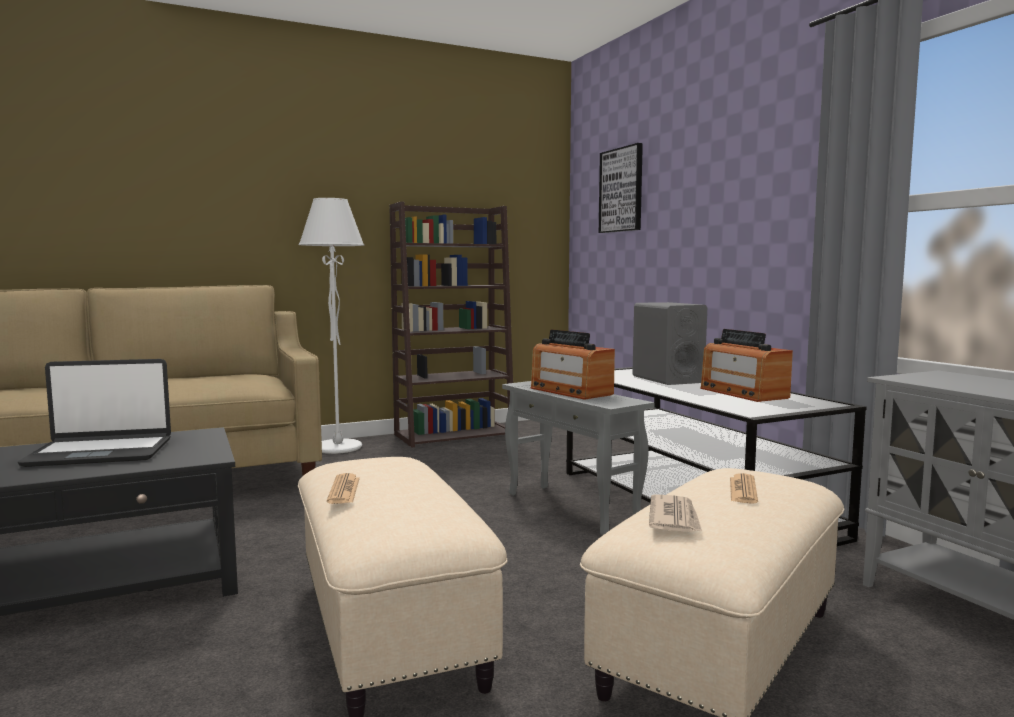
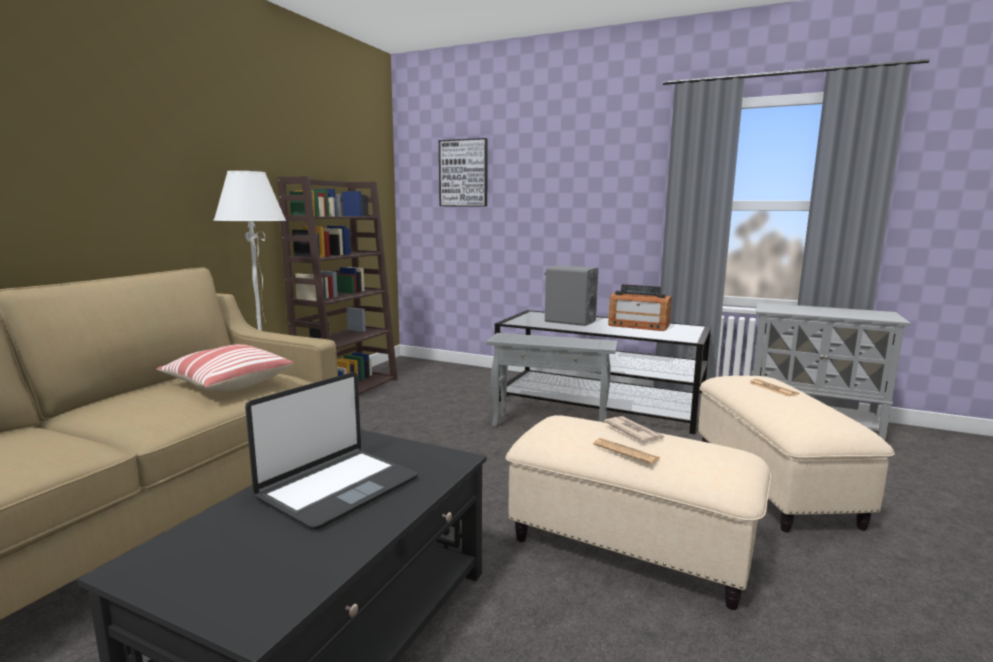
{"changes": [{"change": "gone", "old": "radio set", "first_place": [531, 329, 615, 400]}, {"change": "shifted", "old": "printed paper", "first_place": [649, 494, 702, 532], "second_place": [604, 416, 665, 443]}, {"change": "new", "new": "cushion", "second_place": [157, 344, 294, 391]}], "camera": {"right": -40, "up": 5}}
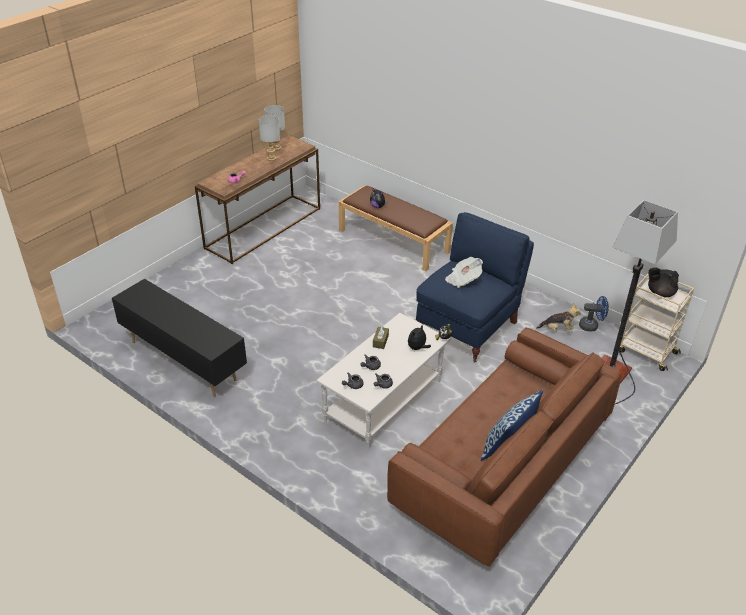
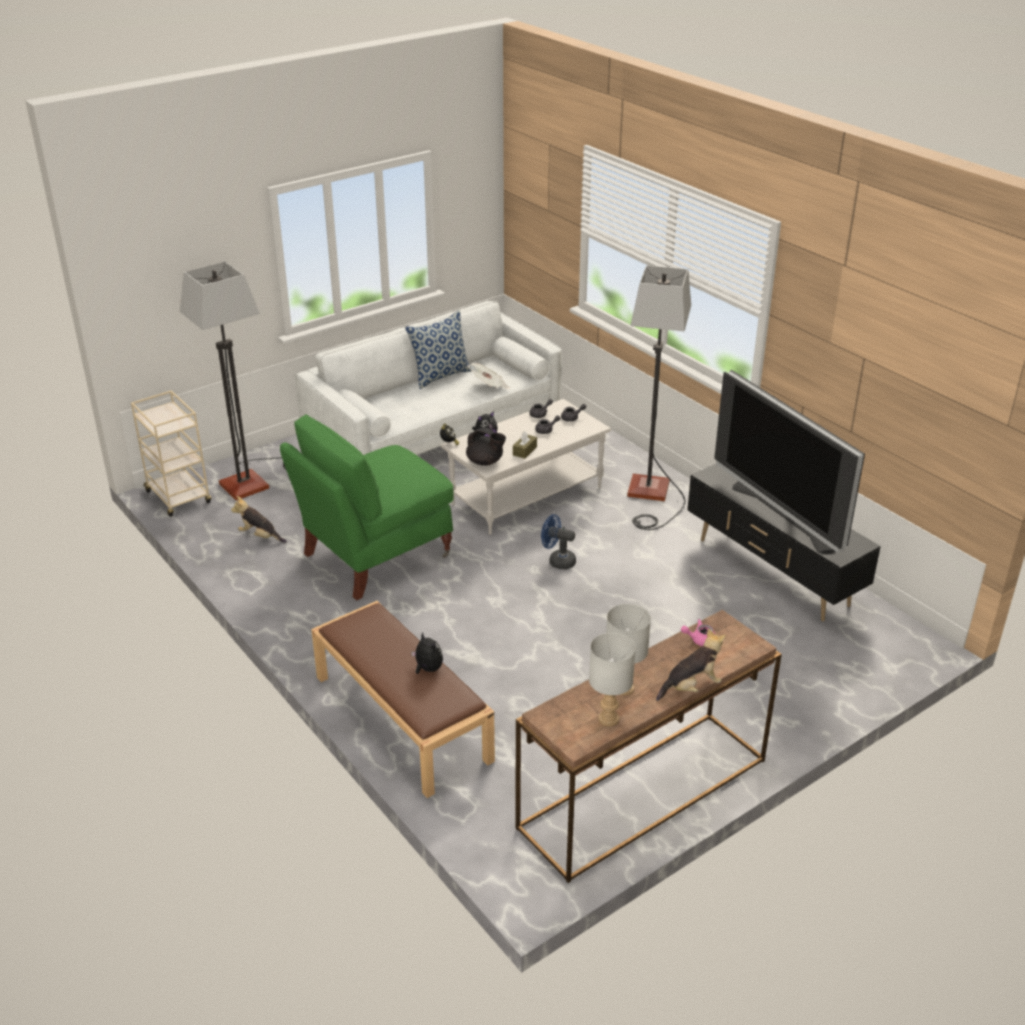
{"changes": [{"change": "repainted", "old": "brownish settee", "new": "white settee", "first_place": [387, 327, 622, 567], "second_place": [295, 301, 563, 455]}, {"change": "repainted", "old": "blue lounge chair", "new": "green lounge chair", "first_place": [416, 212, 534, 362], "second_place": [280, 414, 454, 601]}, {"change": "shifted", "old": "printed paper", "first_place": [445, 257, 483, 288], "second_place": [467, 363, 510, 389]}, {"change": "shifted", "old": "blue electric fan", "first_place": [579, 296, 609, 332], "second_place": [541, 514, 576, 569]}, {"change": "shifted", "old": "black-coloured tea pot", "first_place": [648, 267, 679, 297], "second_place": [466, 427, 506, 466]}, {"change": "new", "new": "standard lamp", "second_place": [627, 265, 691, 530]}, {"change": "new", "new": "cuddly toy", "second_place": [656, 628, 726, 701]}, {"change": "new", "new": "TV", "second_place": [714, 370, 865, 553]}], "camera": {"right": -165, "up": -5}}
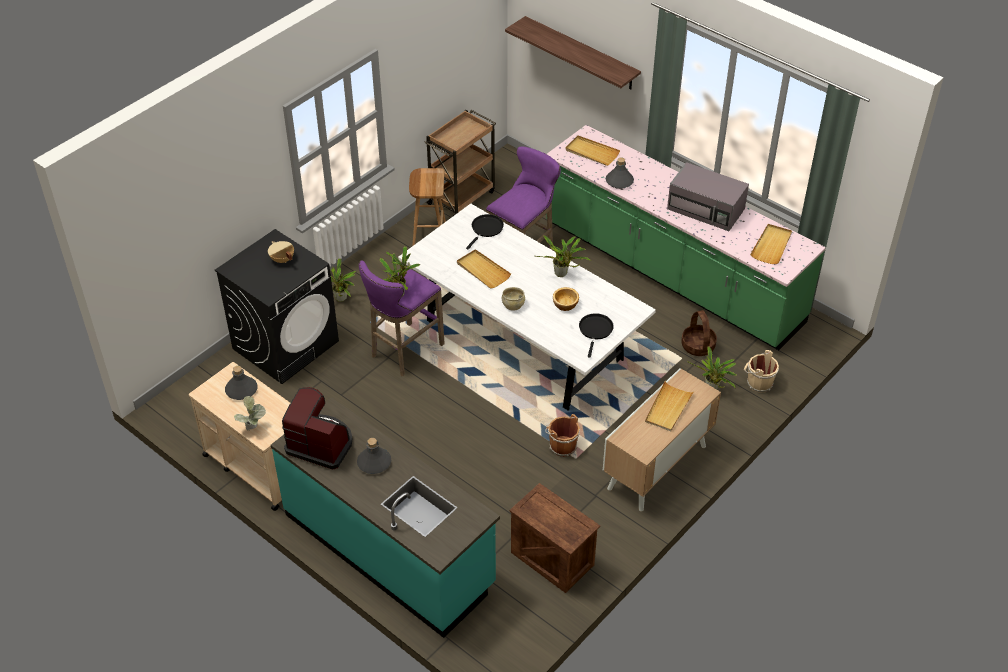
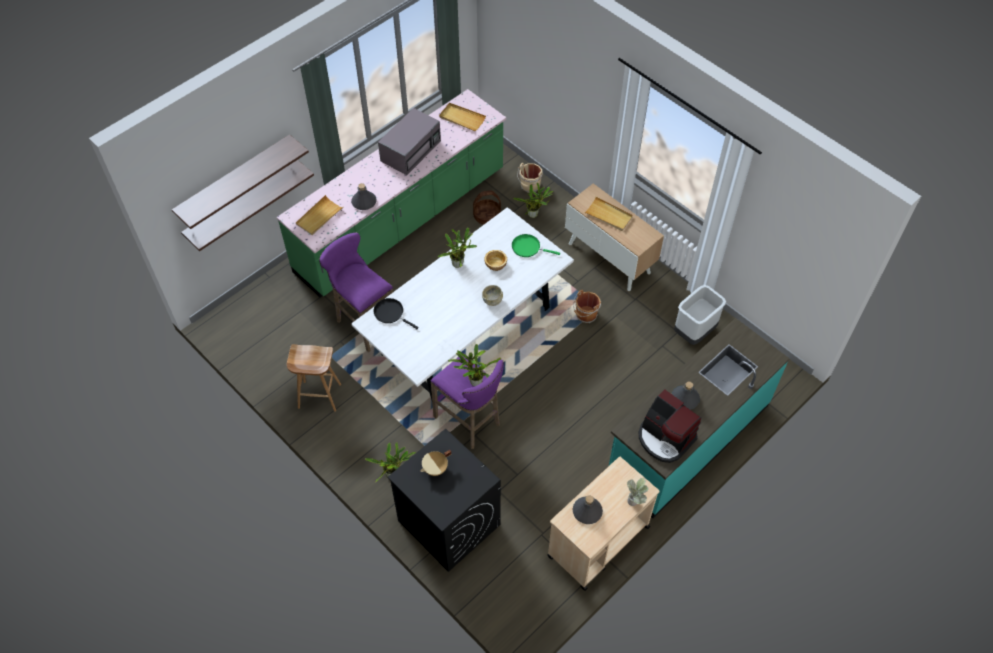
{"changes": [{"change": "rotated", "old": "coffee brewer", "first_place": [282, 387, 352, 470], "second_place": [639, 390, 701, 463], "degrees": -75}, {"change": "gone", "old": "brownish wheeled cart", "first_place": [424, 110, 496, 215]}, {"change": "gone", "old": "beige tray", "first_place": [457, 249, 511, 289]}, {"change": "swapped", "old": "shipping crate", "new": "greyish trash can", "first_place": [509, 483, 600, 593], "second_place": [674, 285, 726, 345]}, {"change": "repainted", "old": "black-coloured pan", "new": "green pan", "first_place": [579, 313, 614, 358], "second_place": [512, 234, 560, 257]}, {"change": "new", "new": "wall shelf", "second_place": [181, 160, 314, 251]}], "camera": {"right": -85, "up": 10}}
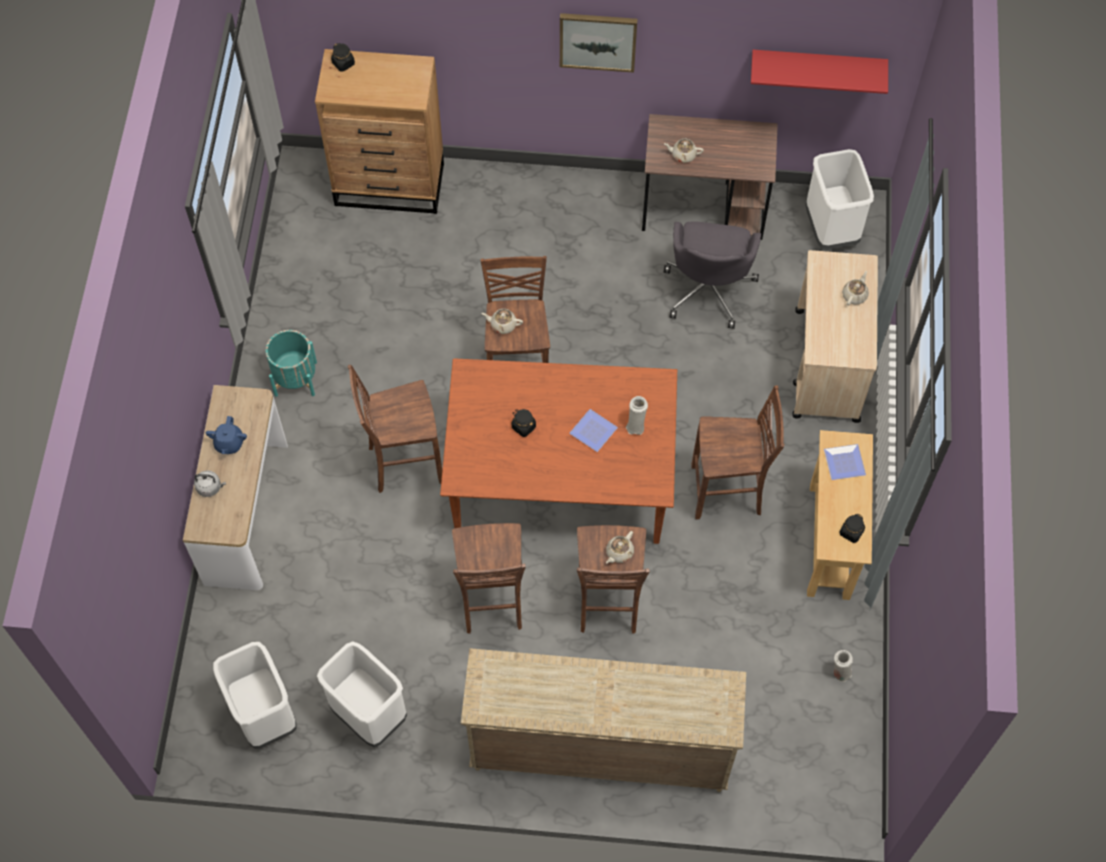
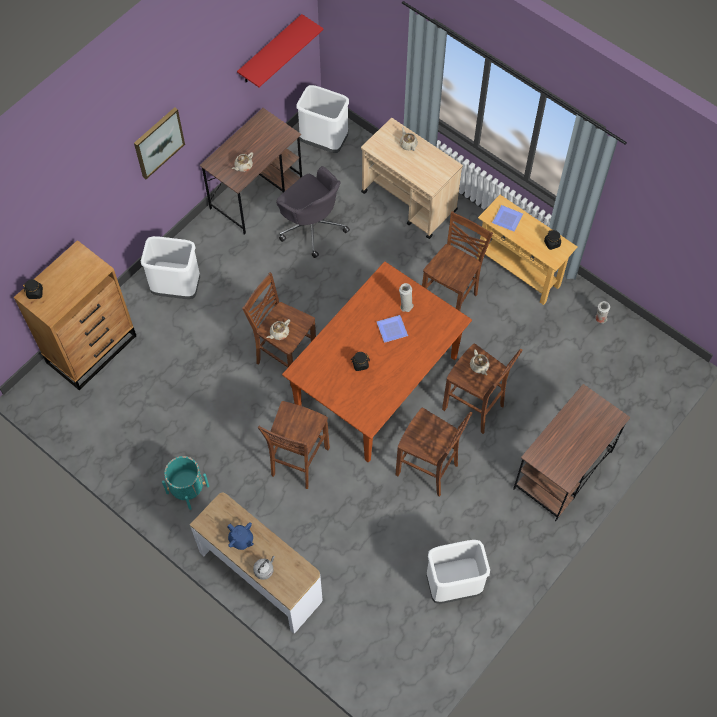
{"changes": [{"change": "shifted", "old": "white trash can", "first_place": [213, 642, 296, 749], "second_place": [141, 236, 200, 299]}, {"change": "swapped", "old": "beige drawer chest", "new": "brownish desk table", "first_place": [461, 648, 746, 792], "second_place": [513, 384, 631, 521]}], "camera": {"right": -55, "up": 0}}
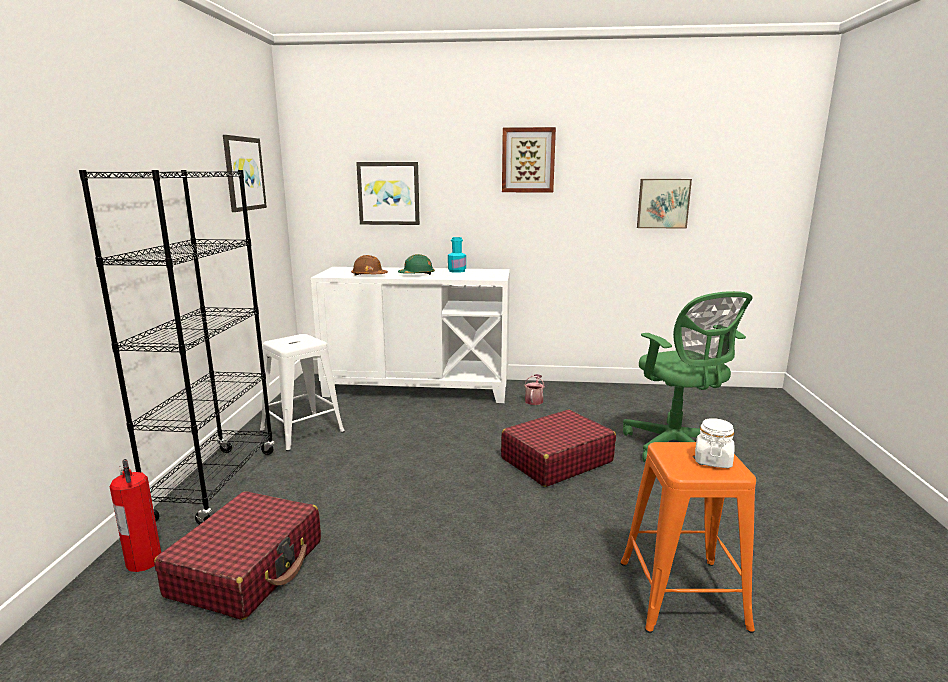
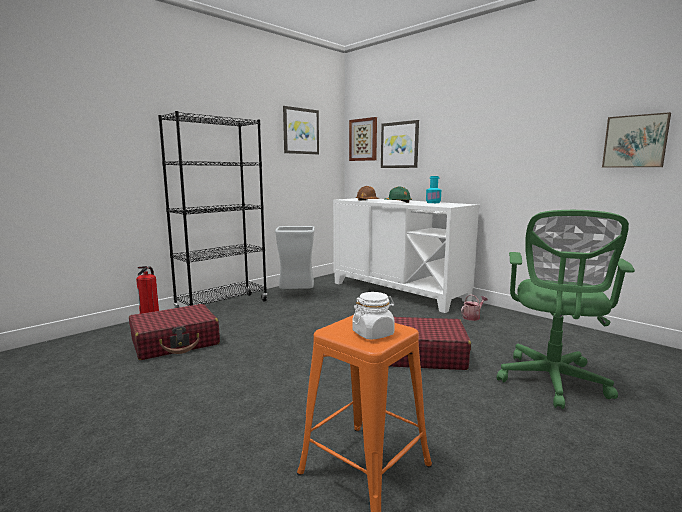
{"changes": [{"change": "swapped", "old": "white stool", "new": "greyish trash can", "first_place": [260, 334, 345, 451], "second_place": [275, 226, 315, 289]}, {"change": "shifted", "old": "wall picture", "first_place": [502, 127, 556, 192], "second_place": [349, 117, 377, 161]}], "camera": {"right": 40, "up": -5}}
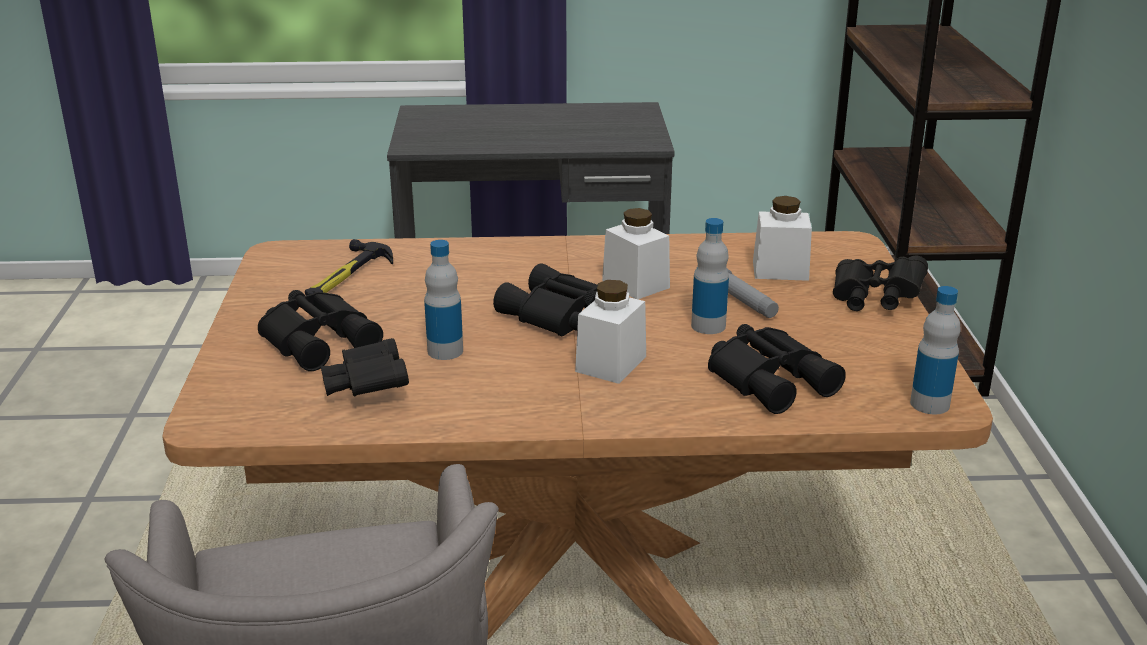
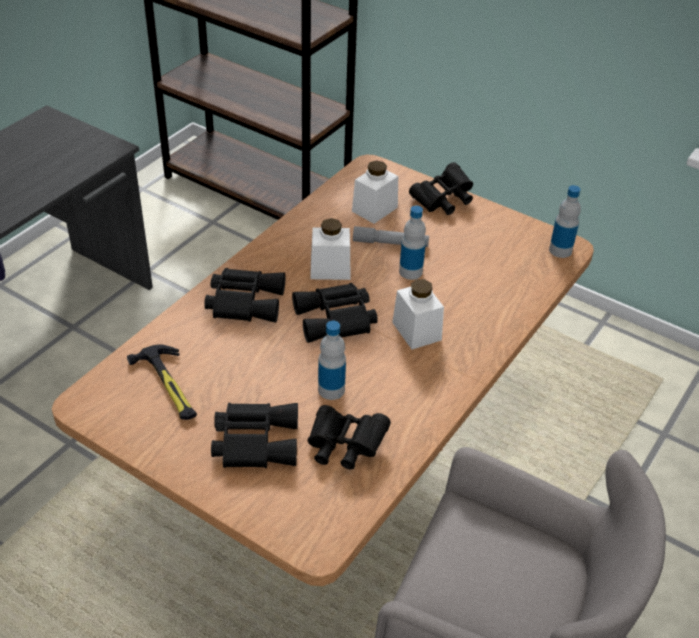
{"changes": [{"change": "shifted", "old": "black-coloured field glasses", "first_place": [708, 324, 846, 414], "second_place": [204, 268, 285, 322]}], "camera": {"right": -55, "up": 15}}
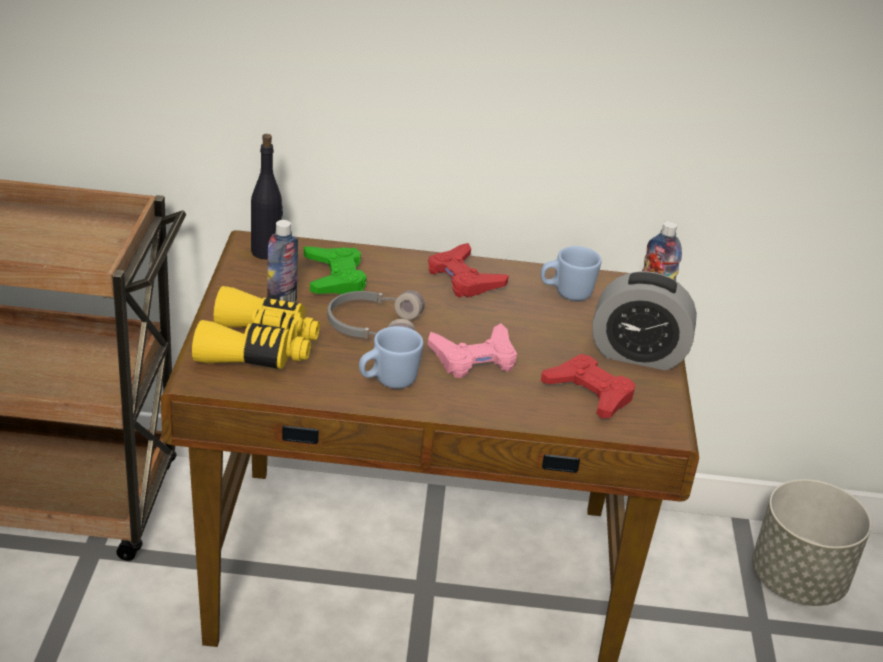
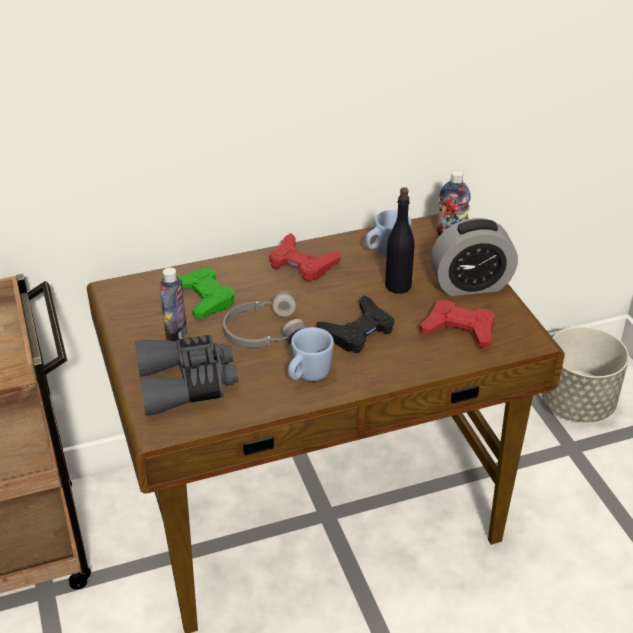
{"changes": [{"change": "repainted", "old": "yellow field glasses", "new": "greyish field glasses", "first_place": [192, 286, 320, 369], "second_place": [135, 335, 238, 416]}, {"change": "shifted", "old": "black-coloured drink bottle", "first_place": [251, 134, 283, 259], "second_place": [385, 187, 414, 294]}, {"change": "repainted", "old": "pinkish joypad", "new": "black-coloured joypad", "first_place": [428, 323, 517, 378], "second_place": [317, 295, 394, 353]}], "camera": {"right": -20, "up": 5}}
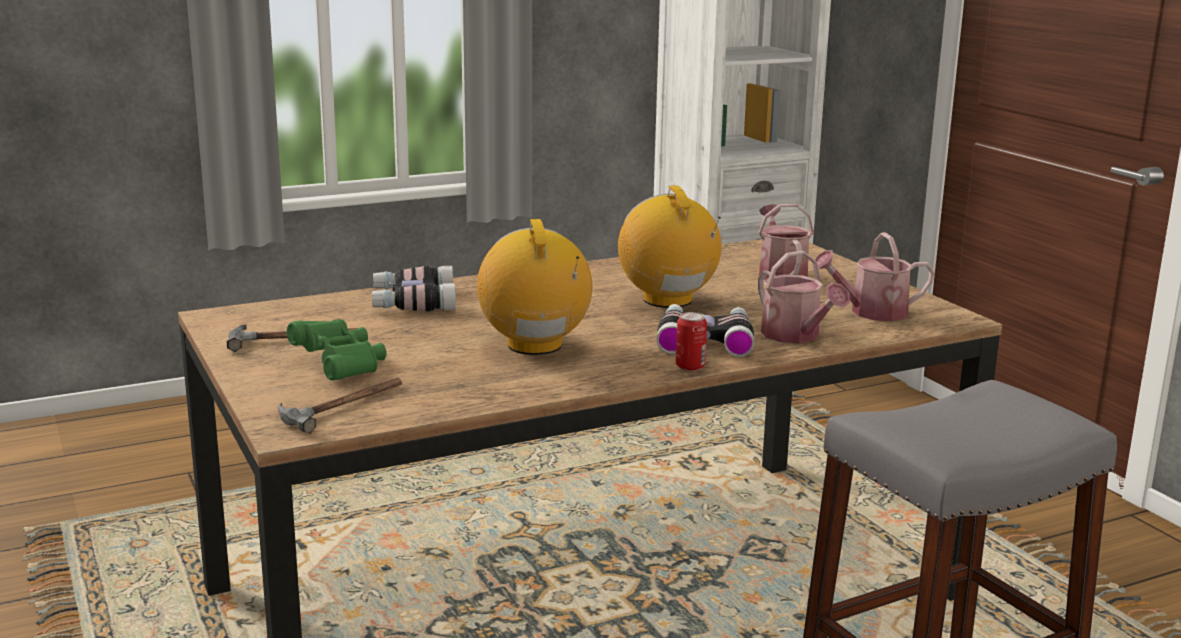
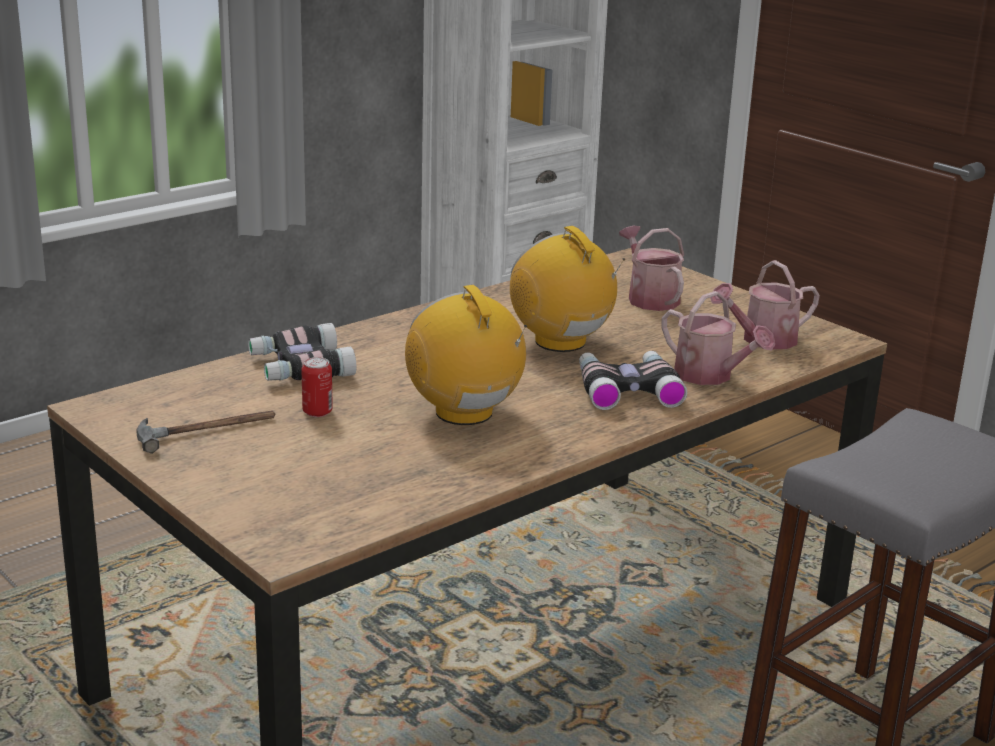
{"changes": [{"change": "gone", "old": "hammer", "first_place": [278, 378, 402, 434]}, {"change": "gone", "old": "green field glasses", "first_place": [287, 319, 387, 380]}, {"change": "shifted", "old": "sealed can", "first_place": [676, 312, 707, 371], "second_place": [301, 357, 333, 417]}], "camera": {"right": -15, "up": 5}}
